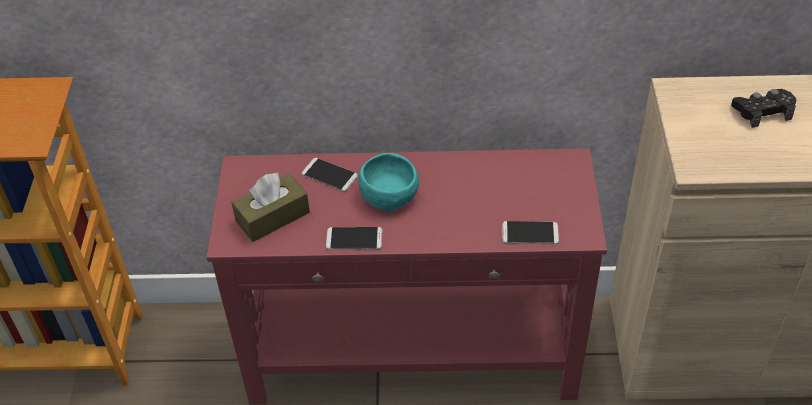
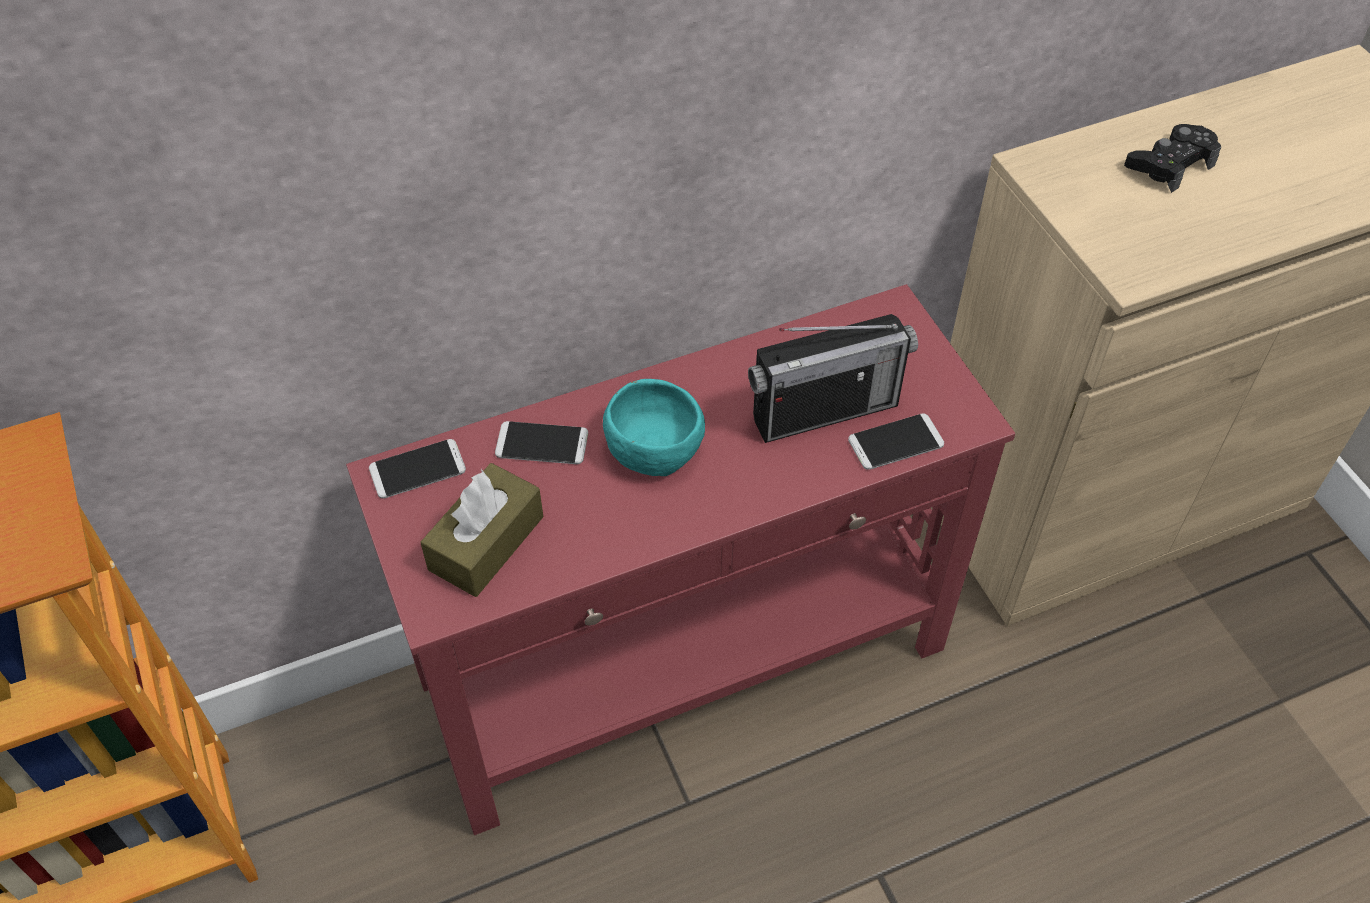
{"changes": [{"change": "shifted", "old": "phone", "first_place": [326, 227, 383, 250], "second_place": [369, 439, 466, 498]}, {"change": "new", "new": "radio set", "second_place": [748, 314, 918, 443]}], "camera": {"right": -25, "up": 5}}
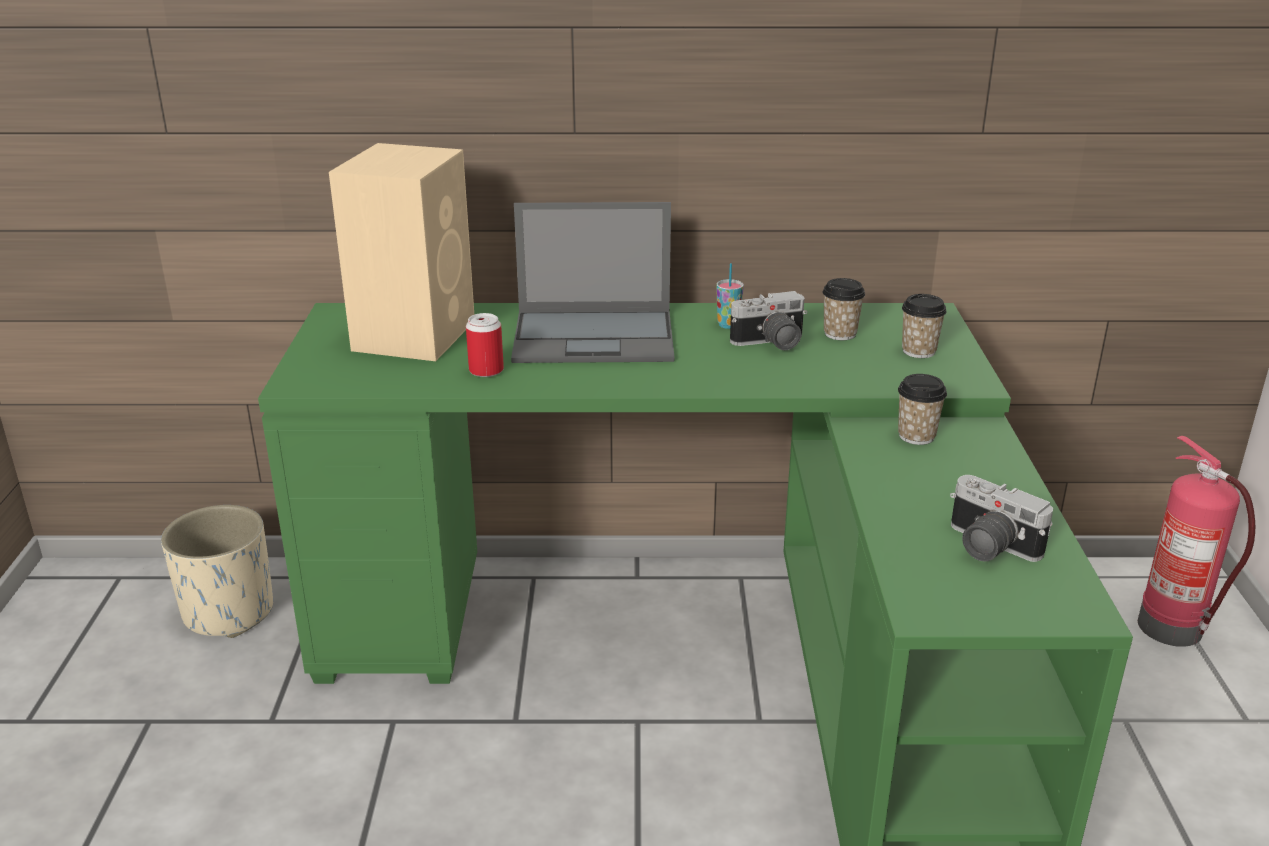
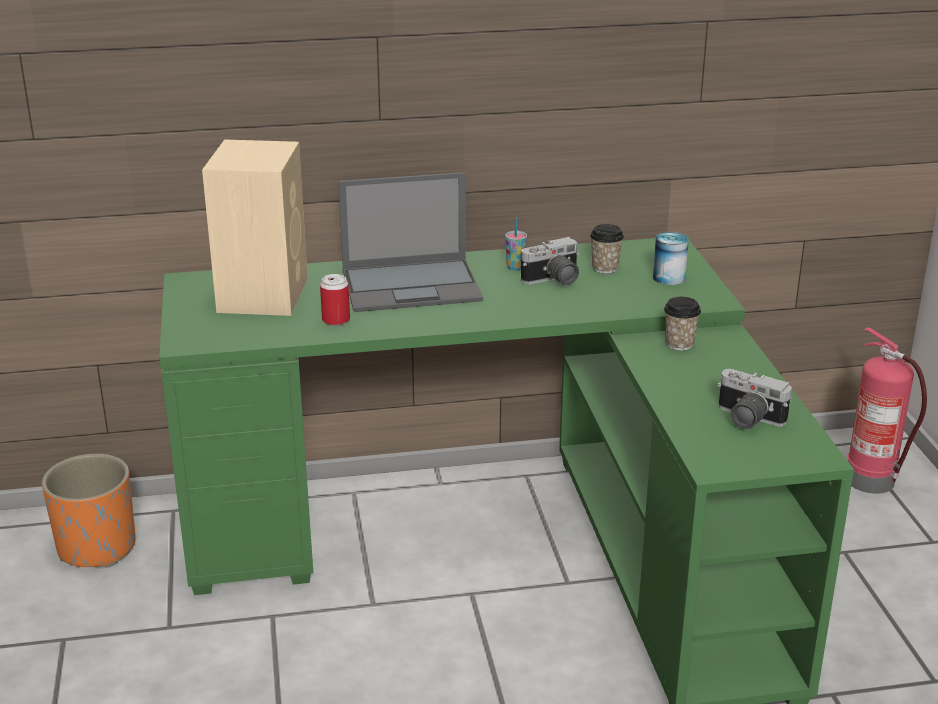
{"changes": [{"change": "repainted", "old": "beige plant pot", "new": "orange-coloured plant pot", "first_place": [161, 505, 273, 638], "second_place": [42, 454, 136, 568]}, {"change": "swapped", "old": "small cup", "new": "sealed can", "first_place": [902, 294, 947, 358], "second_place": [653, 232, 689, 285]}], "camera": {"right": -10, "up": 0}}
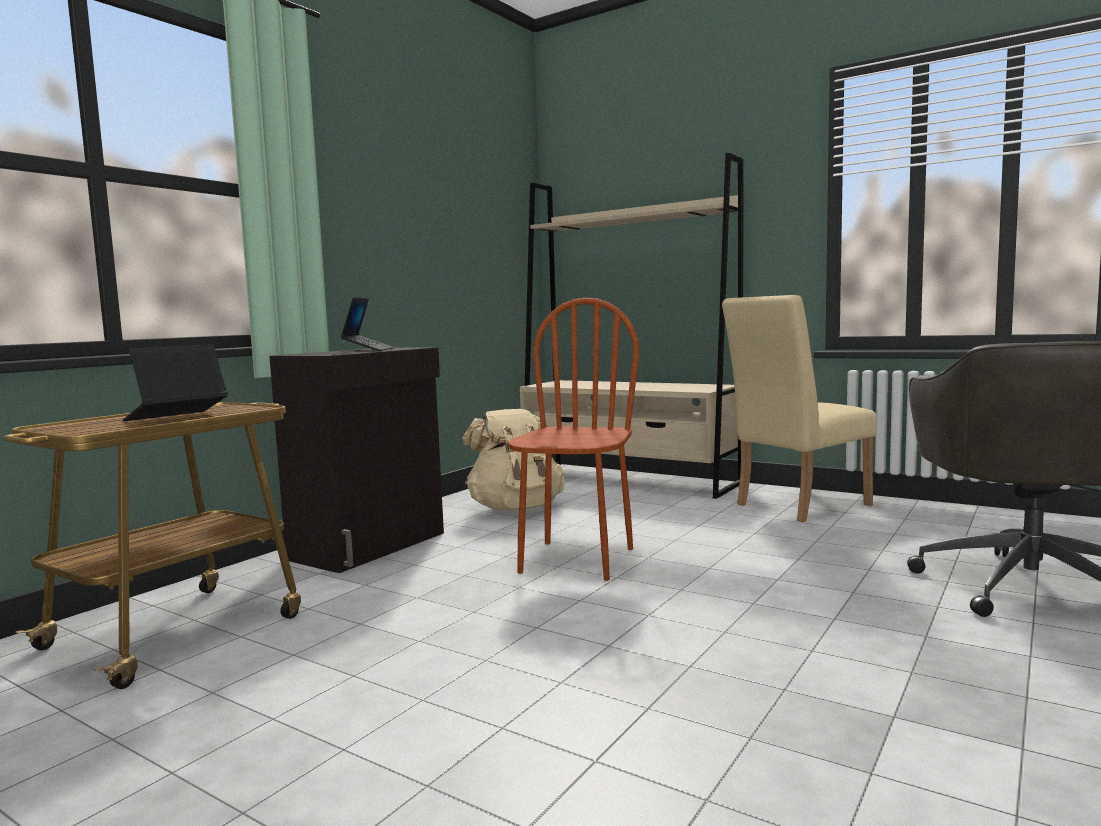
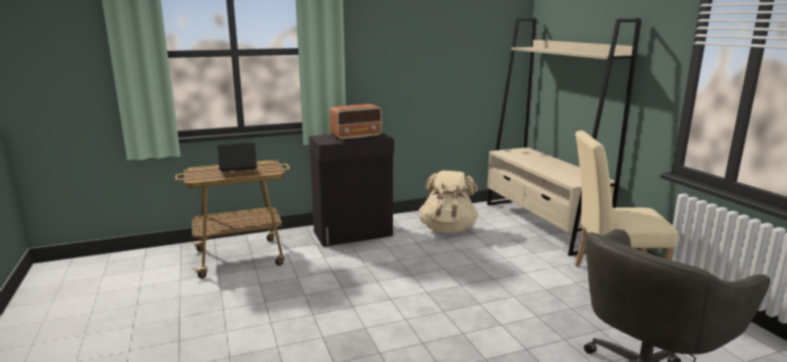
{"changes": [{"change": "swapped", "old": "portable computer", "new": "radio set", "first_place": [340, 297, 394, 351], "second_place": [330, 104, 382, 141]}, {"change": "gone", "old": "brownish upright chair", "first_place": [508, 298, 640, 581]}], "camera": {"right": 35, "up": 10}}
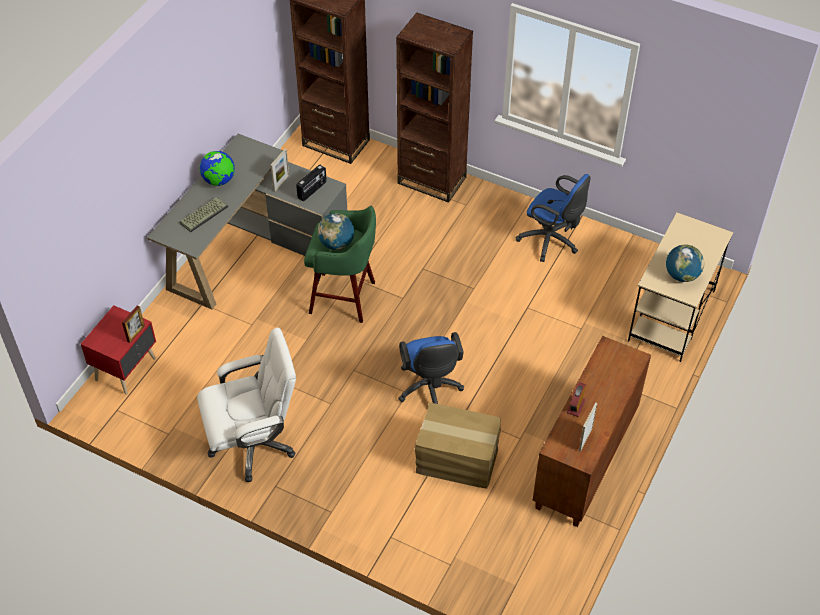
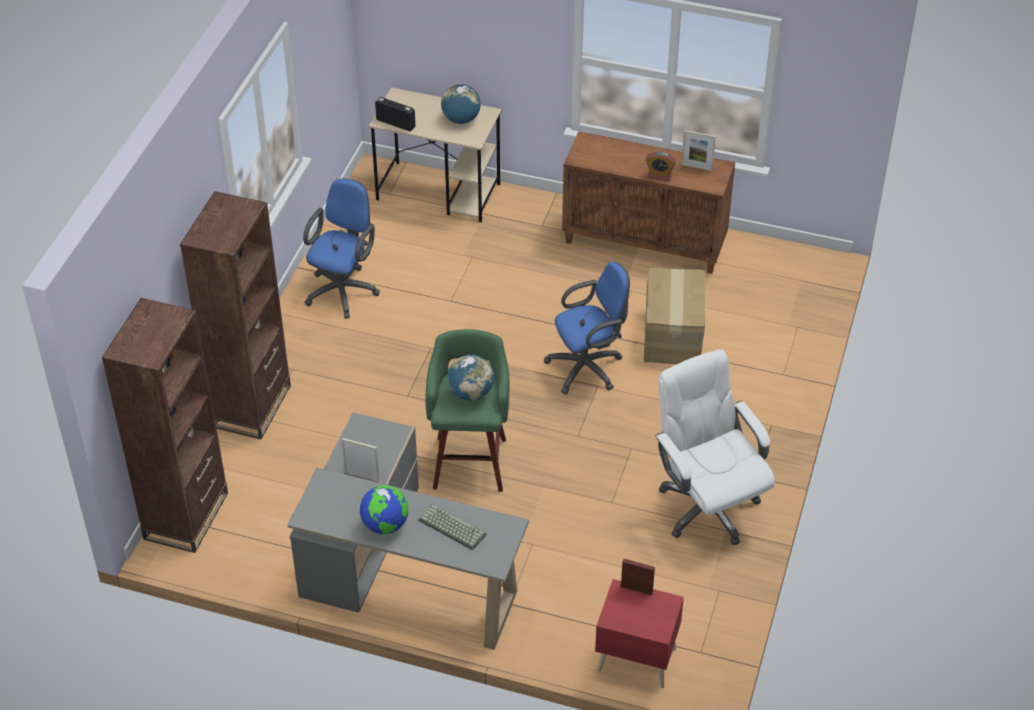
{"changes": [{"change": "shifted", "old": "radio set", "first_place": [296, 165, 327, 201], "second_place": [375, 97, 416, 132]}], "camera": {"right": -100, "up": -5}}
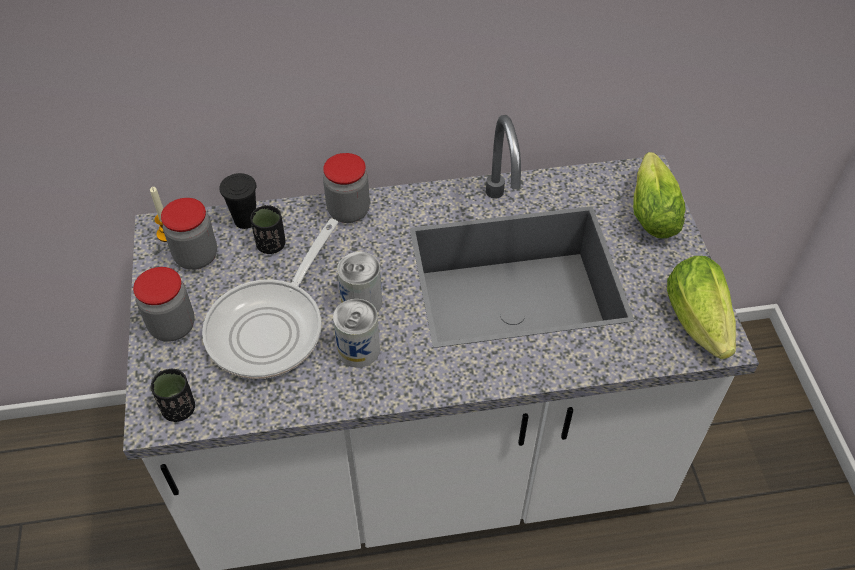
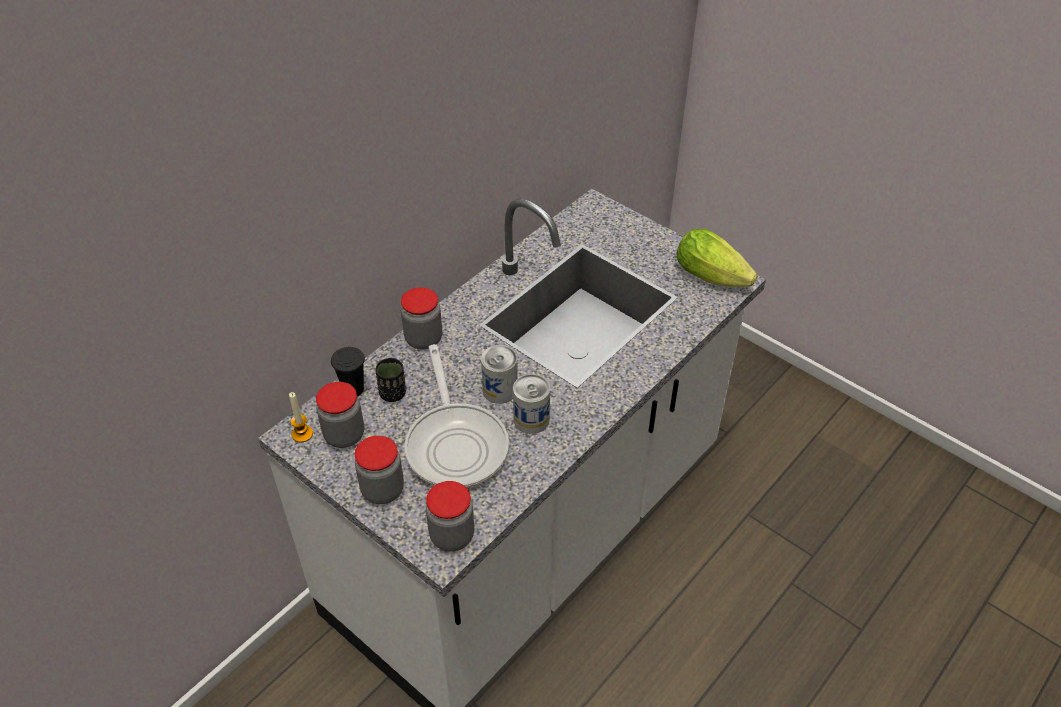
{"changes": [{"change": "swapped", "old": "black-coloured small cup", "new": "storage jar", "first_place": [151, 369, 195, 422], "second_place": [426, 481, 474, 552]}, {"change": "gone", "old": "head of lettuce", "first_place": [633, 152, 686, 239]}], "camera": {"right": -40, "up": -5}}
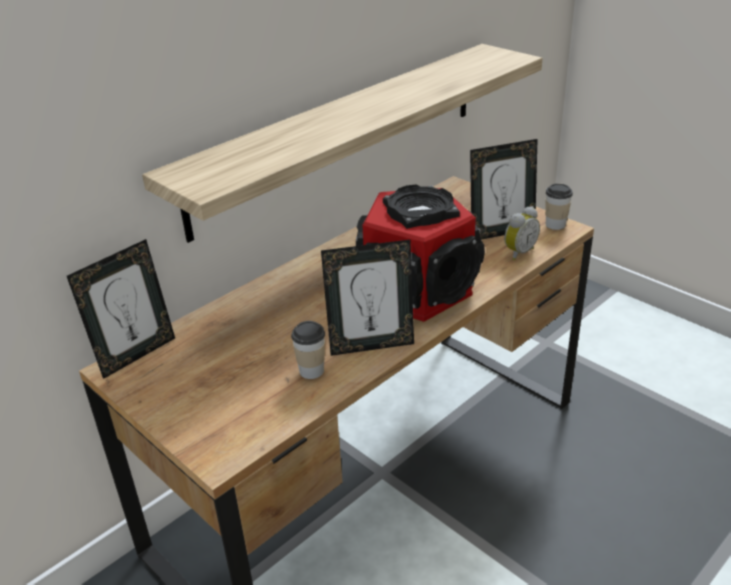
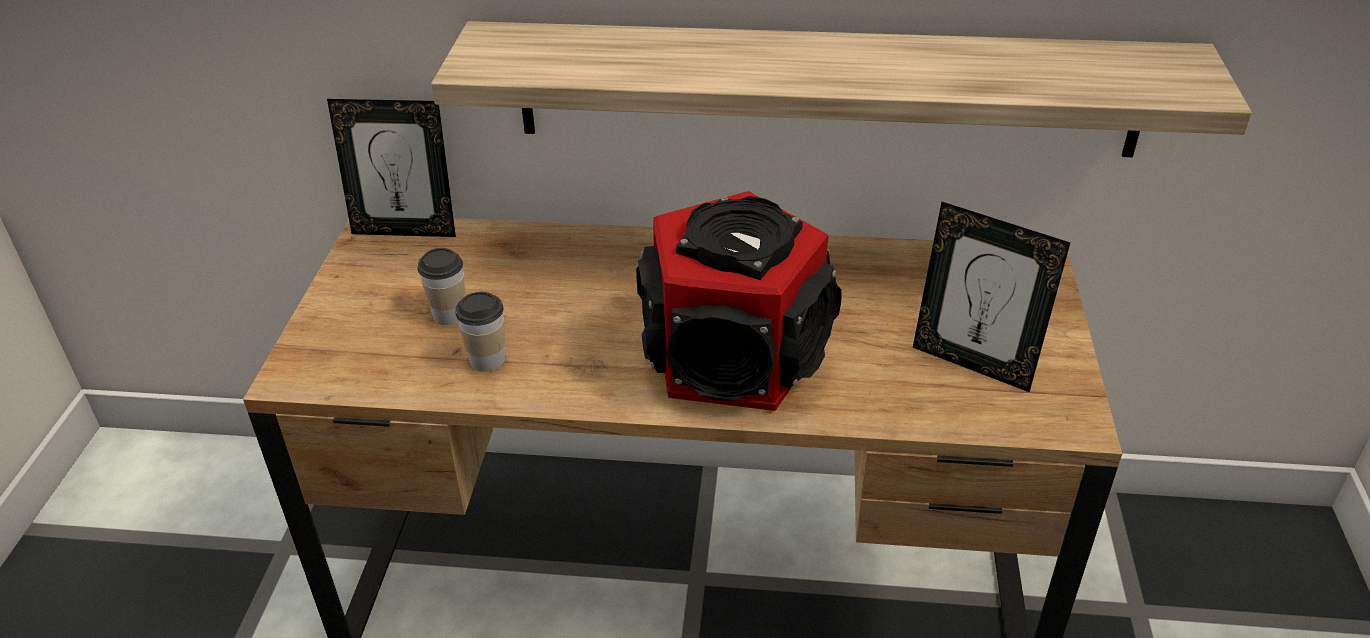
{"changes": [{"change": "gone", "old": "photo frame", "first_place": [321, 240, 414, 356]}, {"change": "gone", "old": "table clock", "first_place": [504, 206, 540, 261]}, {"change": "shifted", "old": "small cup", "first_place": [545, 183, 573, 230], "second_place": [417, 248, 465, 325]}], "camera": {"right": 50, "up": 5}}
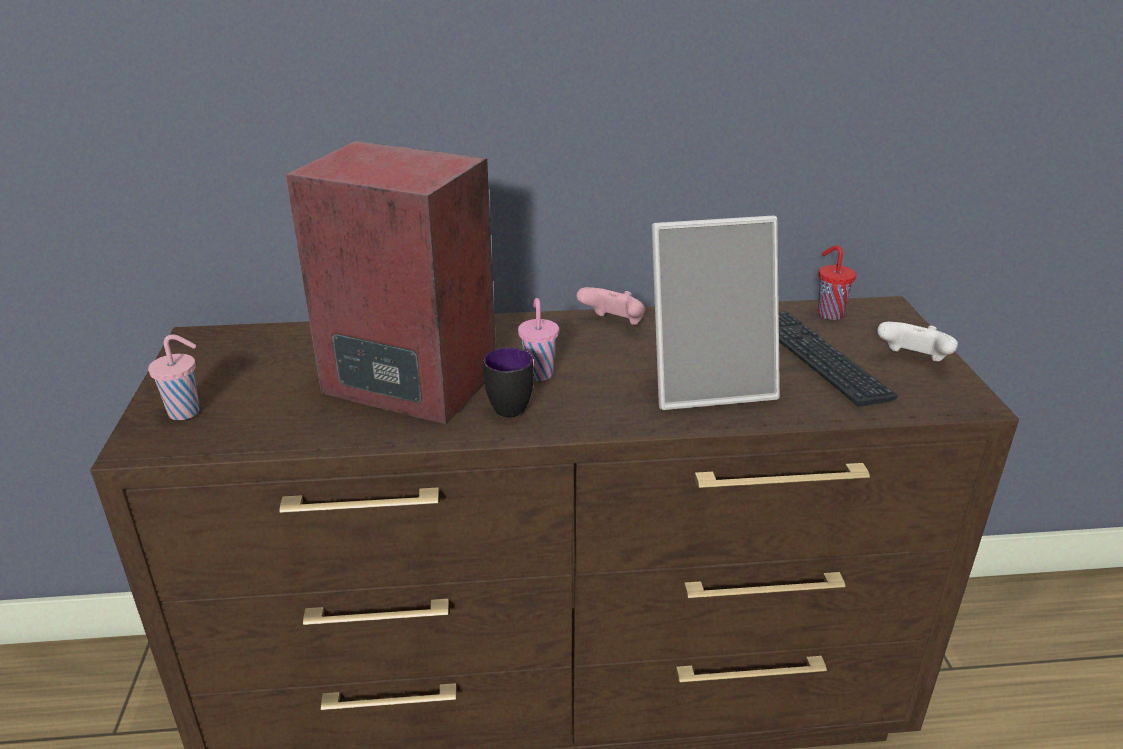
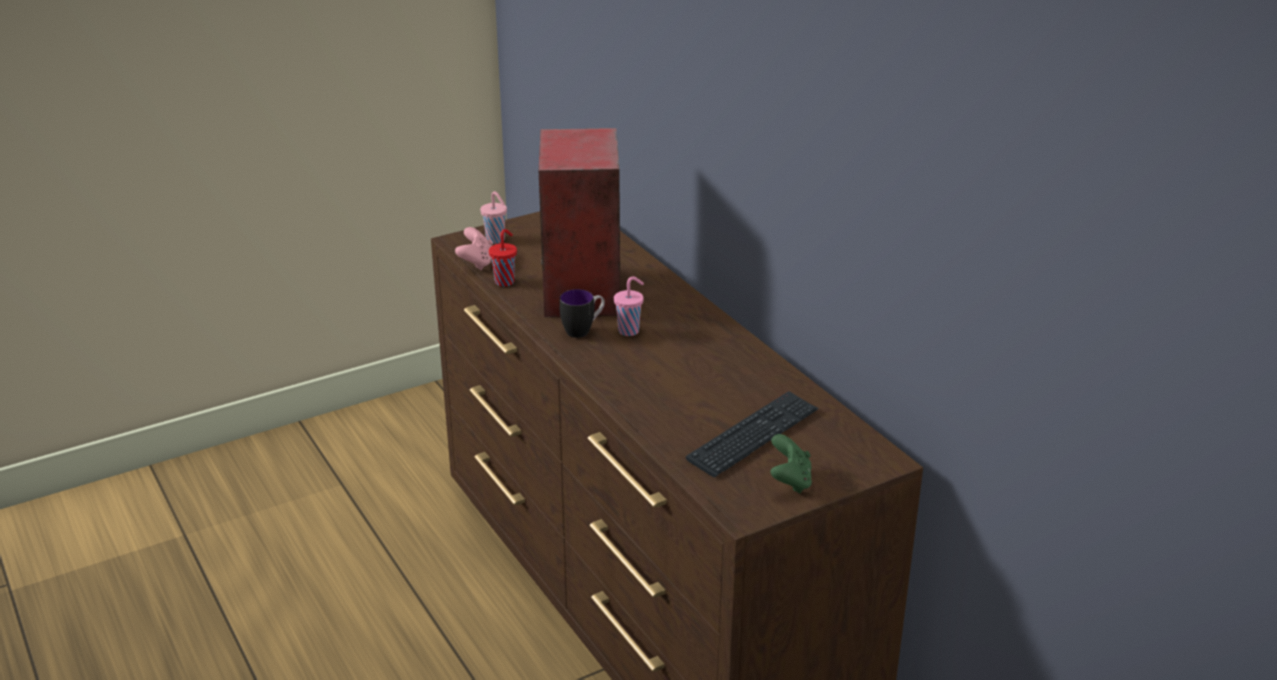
{"changes": [{"change": "shifted", "old": "pinkish joypad", "first_place": [577, 287, 645, 325], "second_place": [455, 227, 493, 270]}, {"change": "gone", "old": "photo frame", "first_place": [652, 215, 780, 410]}, {"change": "shifted", "old": "red-coloured small cup", "first_place": [818, 245, 856, 320], "second_place": [489, 229, 517, 286]}, {"change": "repainted", "old": "white joypad", "new": "green joypad", "first_place": [877, 322, 958, 362], "second_place": [770, 434, 812, 494]}], "camera": {"right": 65, "up": 0}}
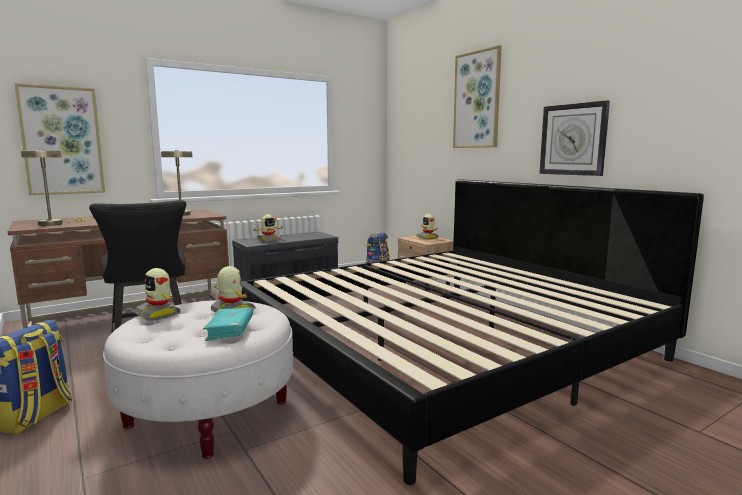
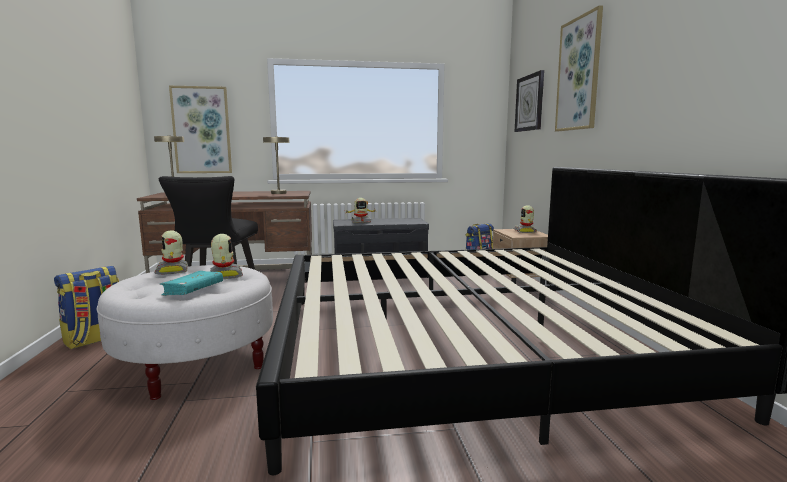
{"changes": [{"change": "shifted", "old": "clock on the wall", "first_place": [539, 100, 610, 176], "second_place": [515, 70, 544, 132]}], "camera": {"right": 25, "up": 0}}
